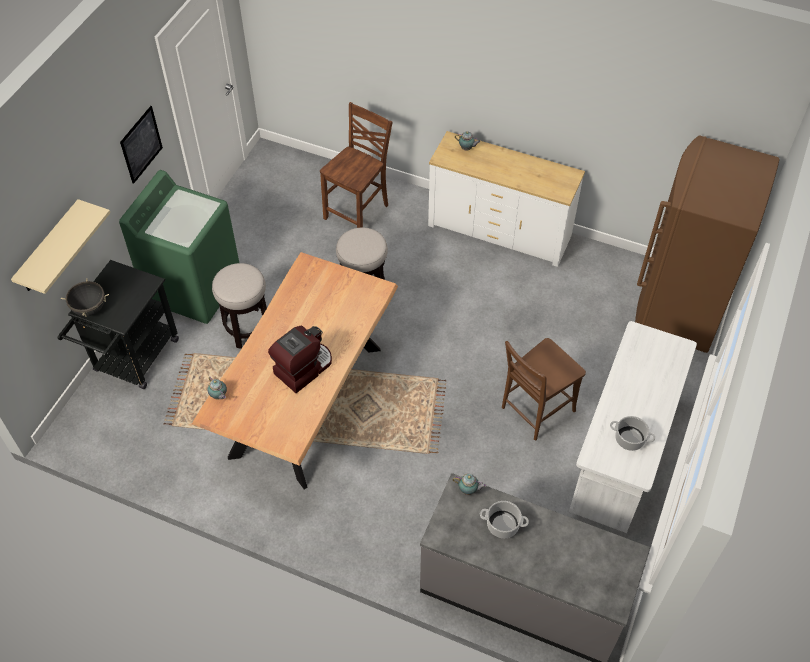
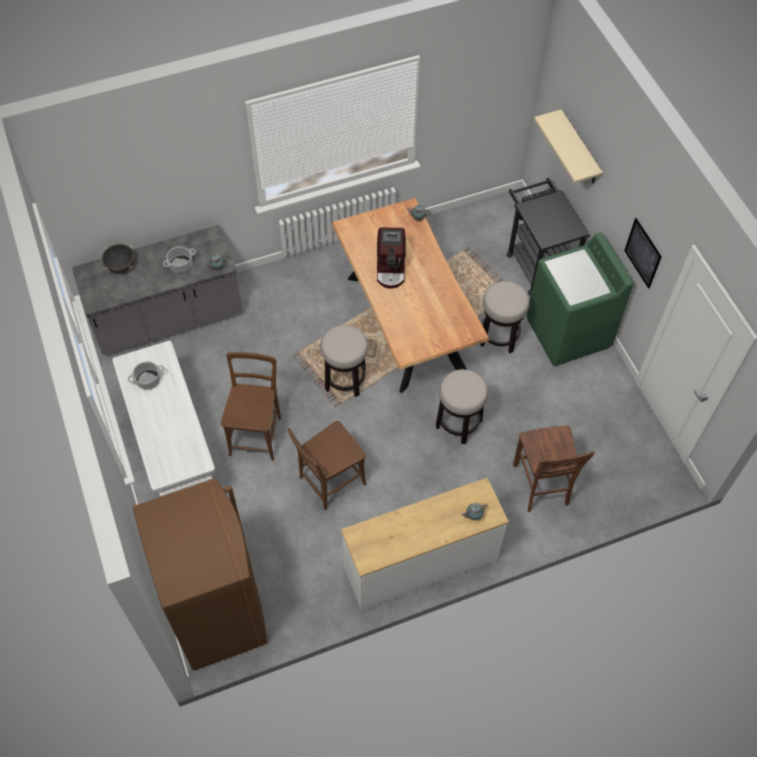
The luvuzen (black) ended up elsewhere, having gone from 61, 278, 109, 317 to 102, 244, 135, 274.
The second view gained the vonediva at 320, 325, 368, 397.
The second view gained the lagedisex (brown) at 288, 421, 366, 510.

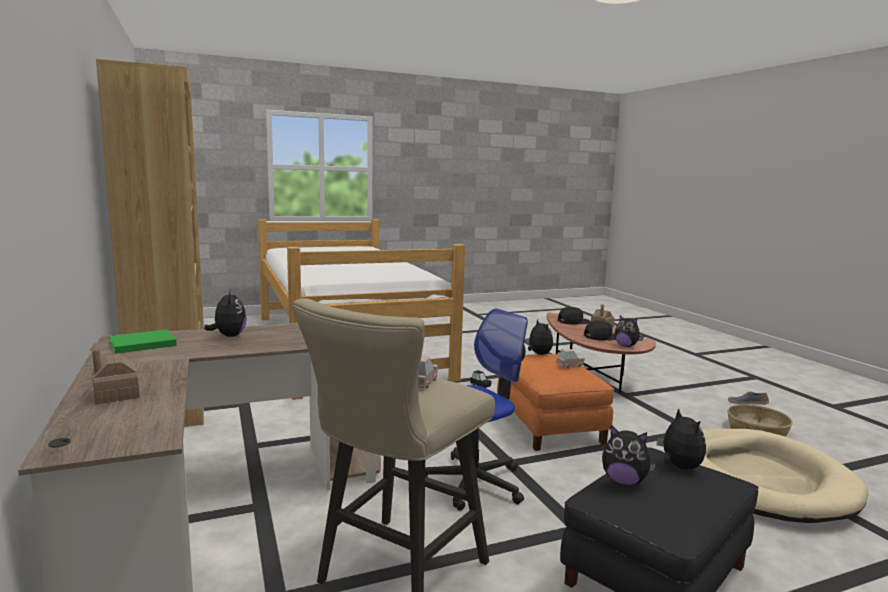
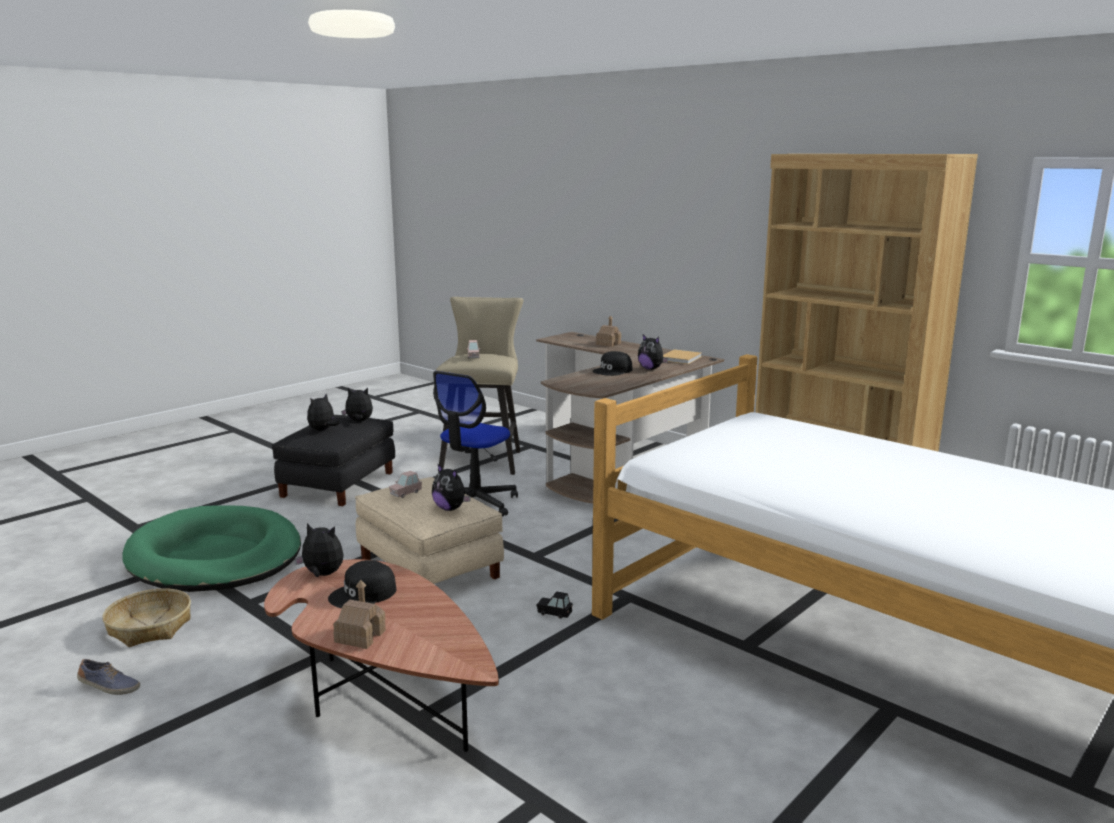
The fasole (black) ended up elsewhere, having gone from 558, 307, 591, 325 to 592, 351, 632, 376.
What was the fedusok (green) at 109, 329, 177, 354 turned into the fedusok (beige) at 663, 349, 702, 364.
What was the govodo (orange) at 497, 354, 614, 451 turned into the govodo (beige) at 355, 477, 504, 584.
The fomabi at 657, 408, 706, 470 ended up facing another way, 75 degrees clockwise from before.
What was the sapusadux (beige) at 700, 429, 869, 523 turned into the sapusadux (green) at 122, 505, 301, 592.

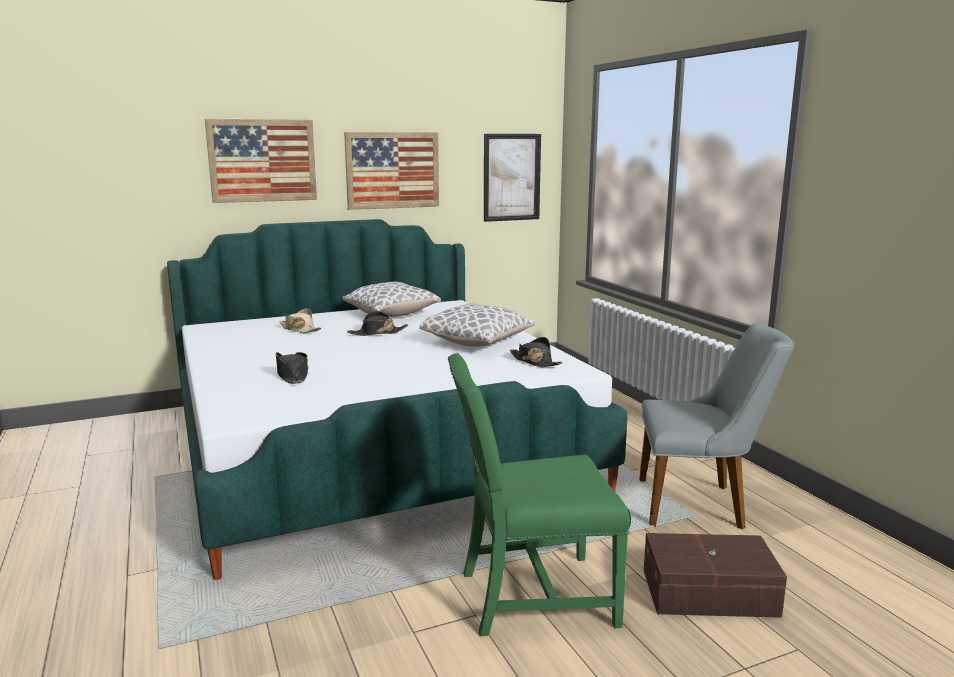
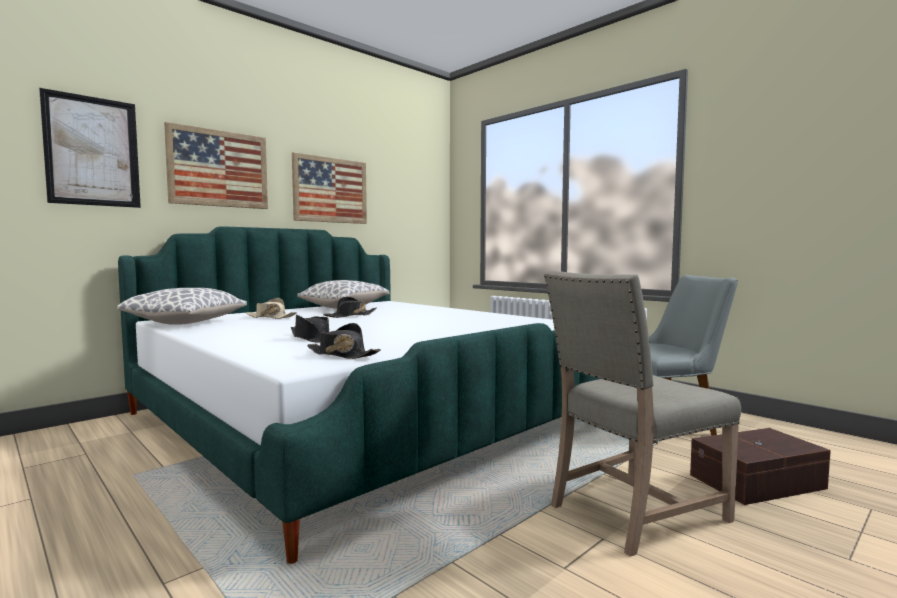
The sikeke ended up elsewhere, having gone from 484, 134, 541, 222 to 39, 88, 141, 208.
The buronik ended up elsewhere, having gone from 420, 303, 535, 347 to 117, 288, 247, 325.
The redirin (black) ended up elsewhere, having gone from 510, 337, 562, 367 to 307, 323, 381, 359.
What was the lagedisex (green) at 448, 353, 631, 636 turned into the lagedisex (beige) at 544, 271, 741, 557.

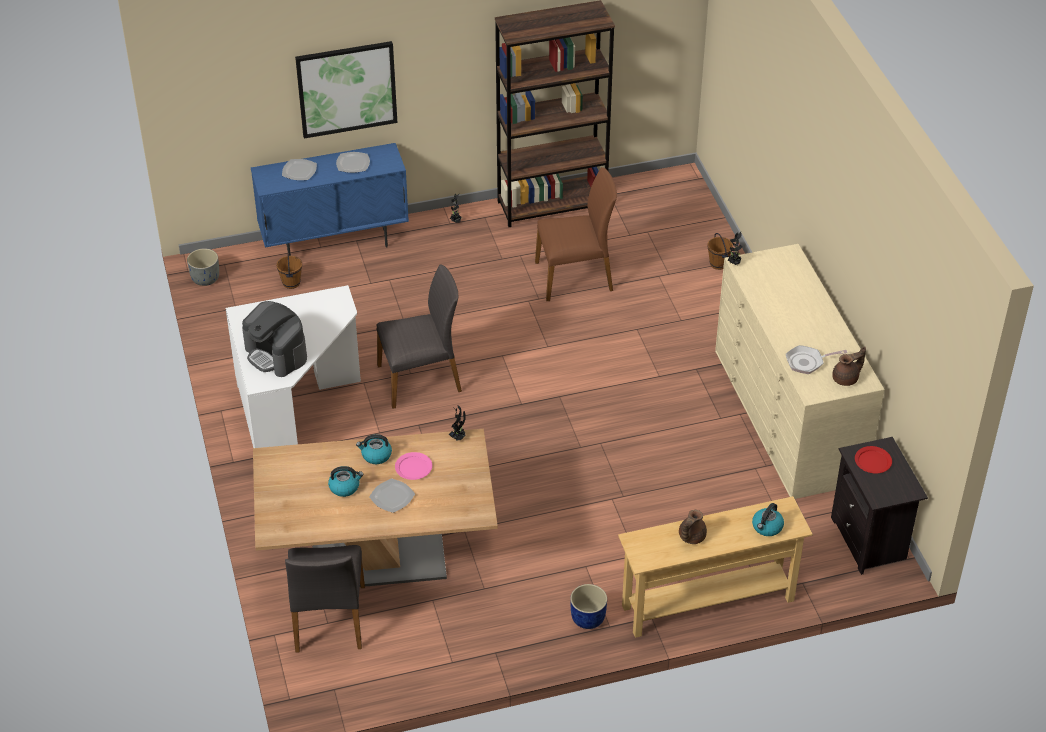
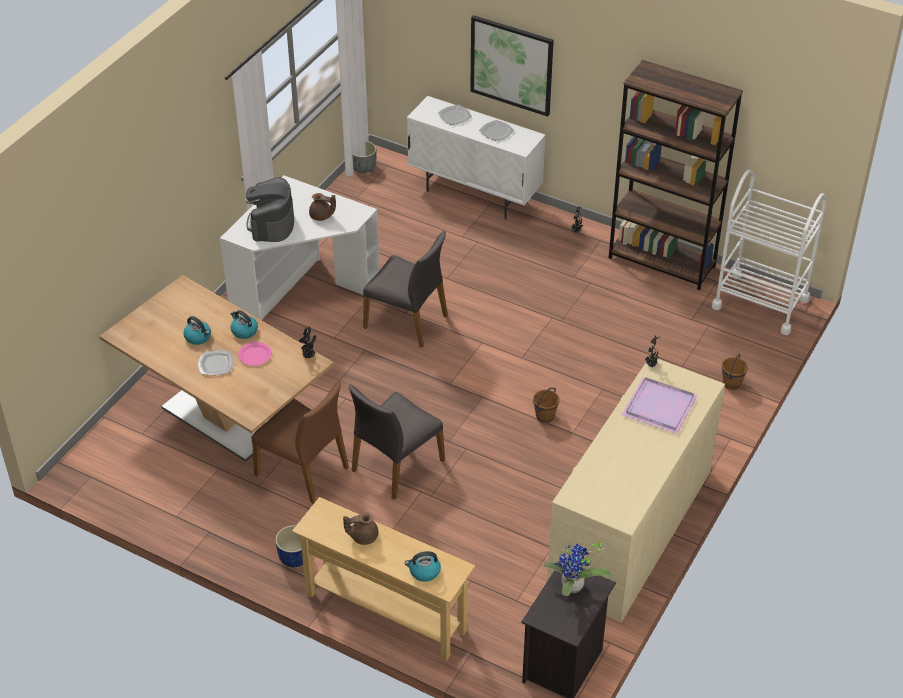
What was the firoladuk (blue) at 251, 143, 409, 256 turned into the firoladuk (white) at 407, 96, 546, 219.
The lagedisex (brown) ended up elsewhere, having gone from 535, 167, 617, 301 to 252, 381, 349, 504.
The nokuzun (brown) ended up elsewhere, having gone from 276, 252, 302, 289 to 533, 388, 559, 423.
The second view lost the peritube at 786, 345, 847, 374.
The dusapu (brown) ended up elsewhere, having gone from 832, 347, 866, 386 to 309, 193, 336, 221.
Where the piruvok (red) stood at 855, 446, 892, 473, the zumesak came to stand at 544, 543, 611, 596.
The lagedisex (grey) ended up elsewhere, having gone from 285, 545, 365, 653 to 349, 384, 445, 500.
The second view gained the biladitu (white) at 712, 170, 827, 335.
The second view gained the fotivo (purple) at 622, 377, 698, 434.

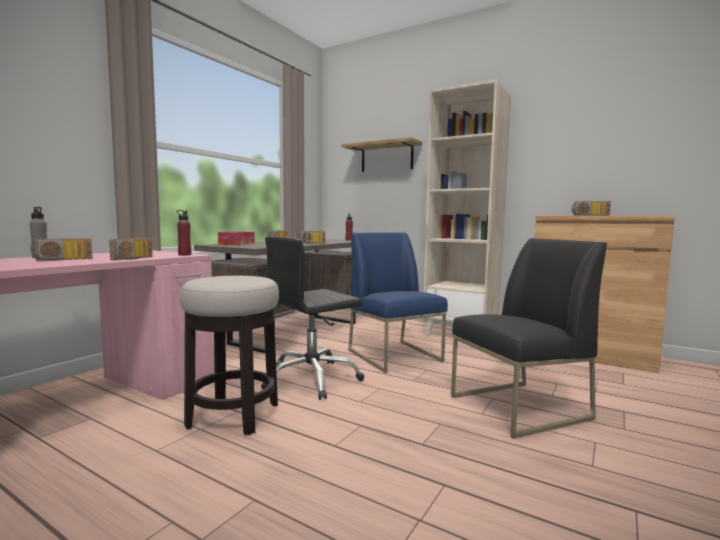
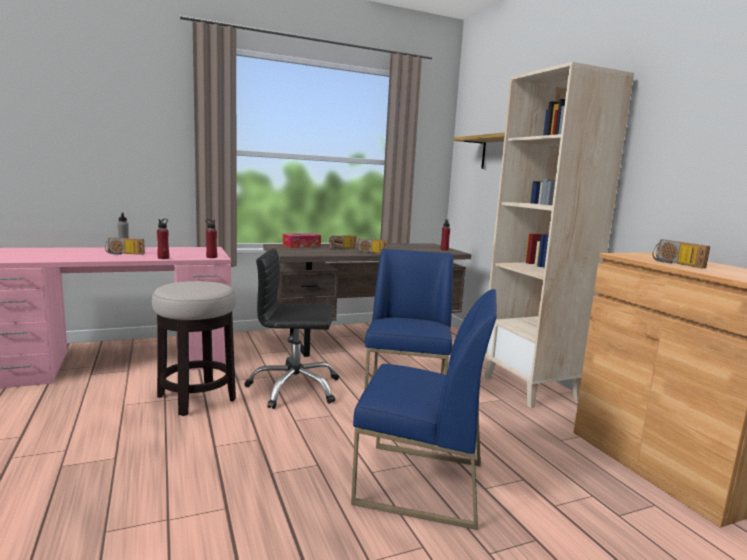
Where the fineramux stood at 109, 238, 153, 260, the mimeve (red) came to stand at 157, 219, 169, 259.
What was the lagedisex (black) at 451, 238, 607, 439 turned into the lagedisex (blue) at 351, 289, 497, 530.

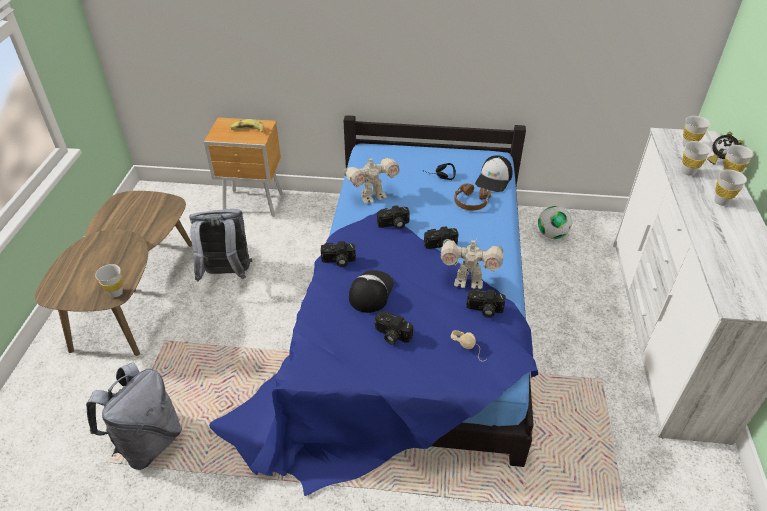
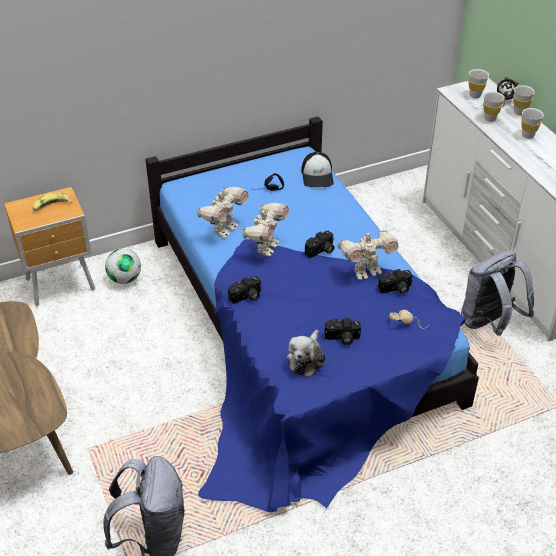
The second view lost the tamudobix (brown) at 454, 183, 491, 210.
Where the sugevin stood at 377, 205, 410, 229, the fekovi came to stand at 241, 203, 289, 256.
The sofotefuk ended up elsewhere, having gone from 538, 206, 572, 239 to 105, 249, 141, 284.
The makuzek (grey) ended up elsewhere, having gone from 189, 209, 252, 282 to 461, 250, 534, 336.
The second view lost the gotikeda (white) at 95, 264, 123, 297.
The second view lost the fasole at 349, 270, 394, 313.
The second view gained the fomabi at 287, 330, 326, 377.

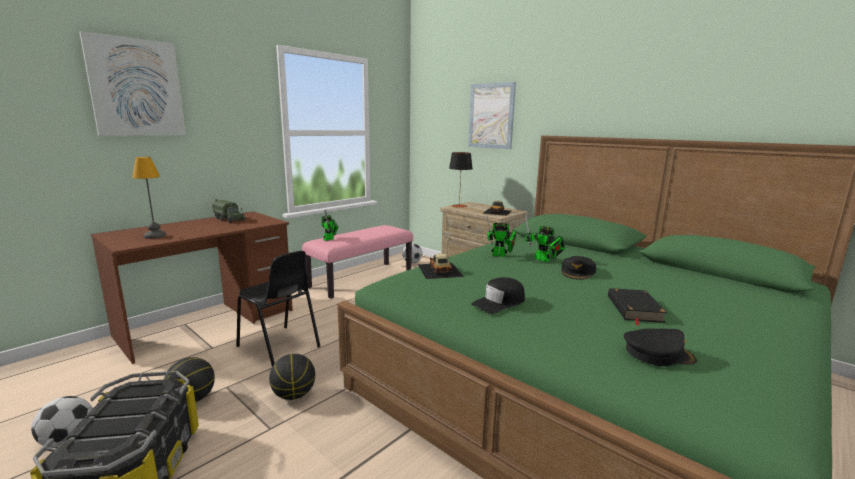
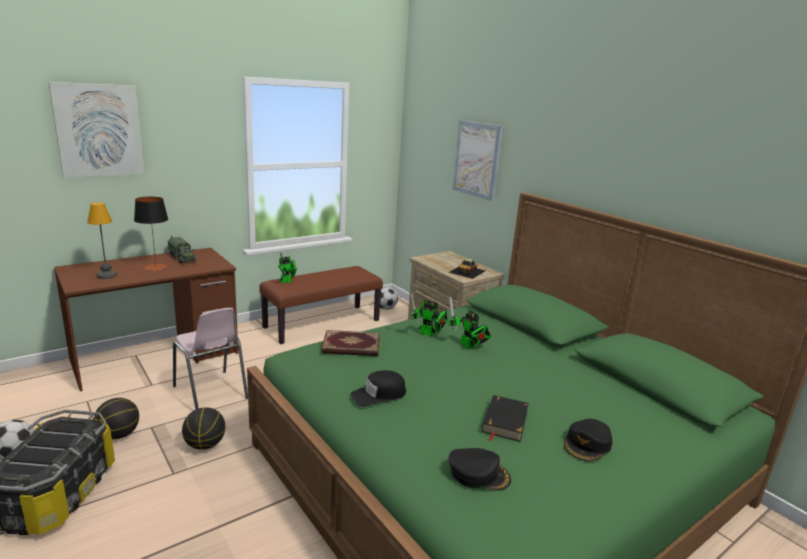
The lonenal ended up elsewhere, having gone from 449, 152, 473, 208 to 134, 196, 168, 271.
What was the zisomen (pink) at 302, 225, 413, 299 turned into the zisomen (brown) at 259, 266, 383, 344.
What was the lagedisex (black) at 236, 251, 321, 367 turned into the lagedisex (pink) at 173, 308, 248, 409.
Where the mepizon stood at 418, 254, 464, 279, the fedusok came to stand at 321, 330, 380, 356.
The fasole (black) ended up elsewhere, having gone from 561, 256, 596, 280 to 564, 419, 613, 461.

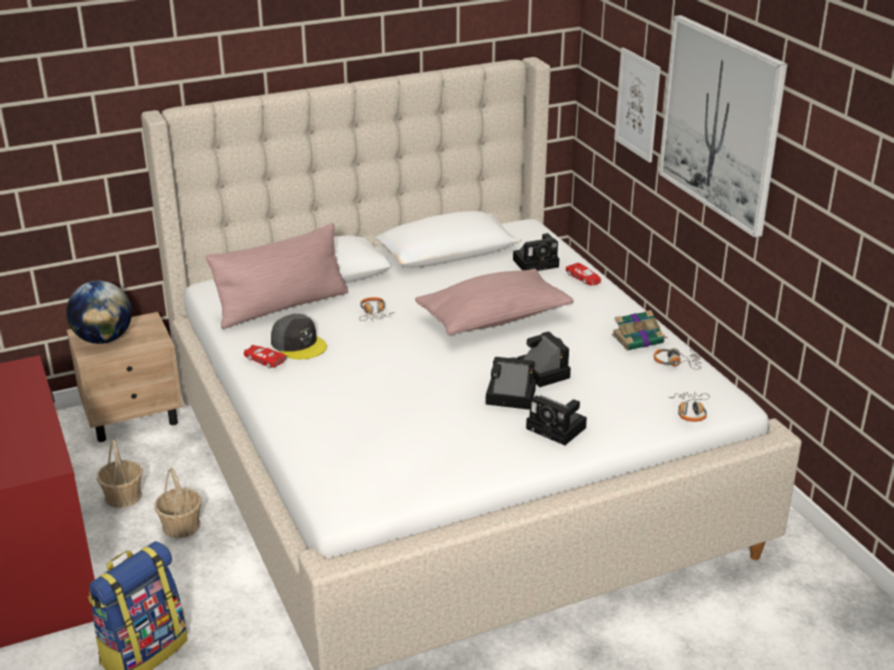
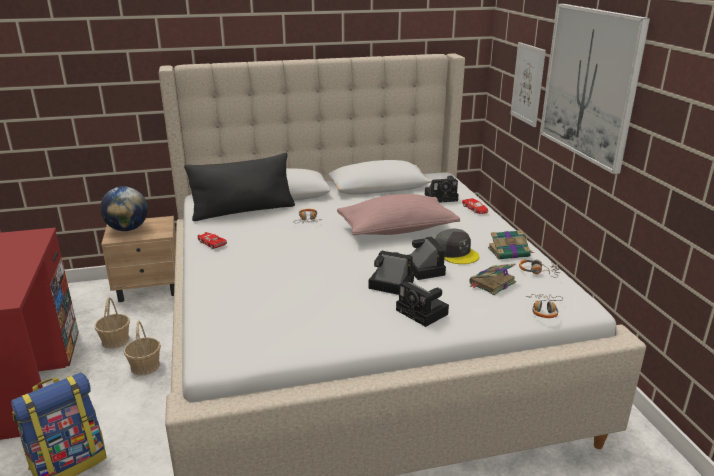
What was the buronik (pink) at 206, 223, 348, 329 turned into the buronik (black) at 184, 153, 295, 221.
The fasole (grey) ended up elsewhere, having gone from 271, 314, 327, 359 to 435, 228, 479, 264.
The second view gained the fedusok at 469, 263, 516, 295.

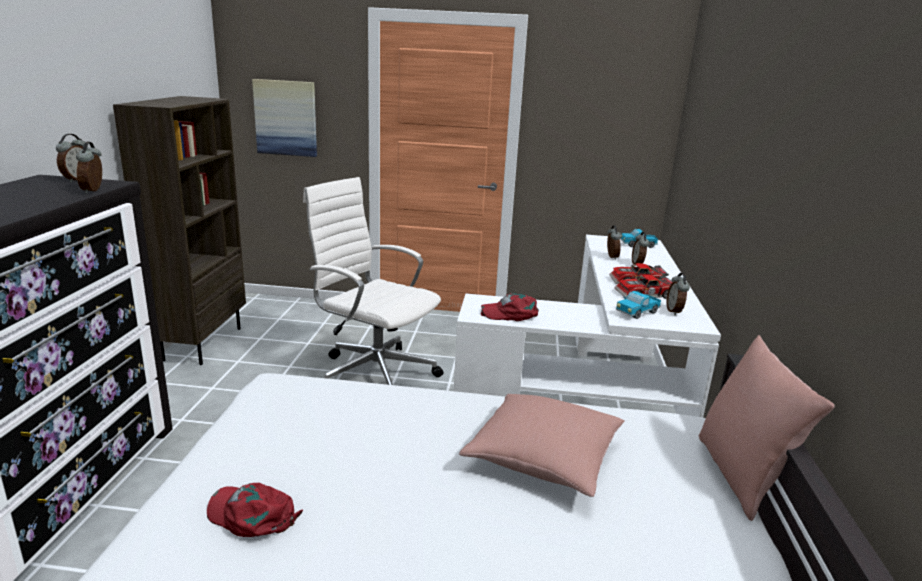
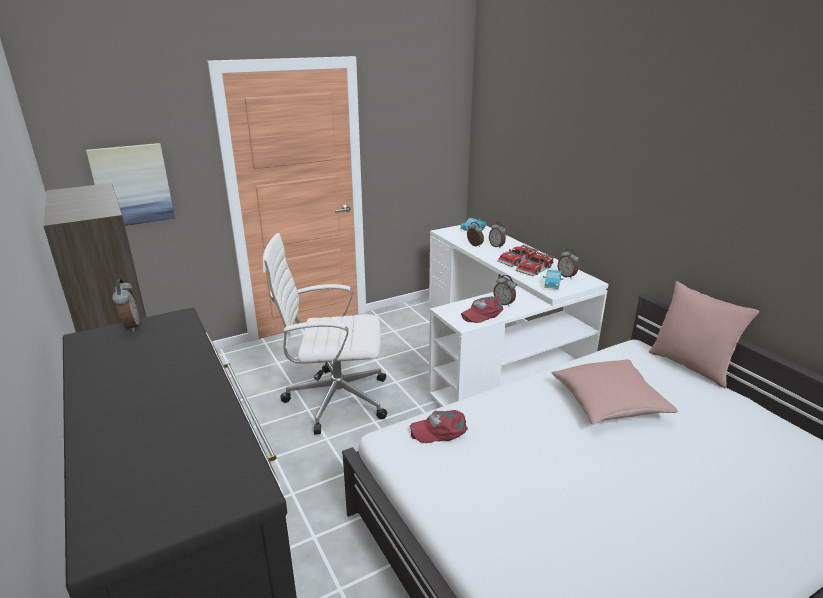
The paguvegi ended up elsewhere, having gone from 76, 142, 102, 193 to 494, 275, 516, 306.
The fasole (red) ended up elsewhere, having gone from 207, 483, 303, 537 to 410, 410, 468, 443.

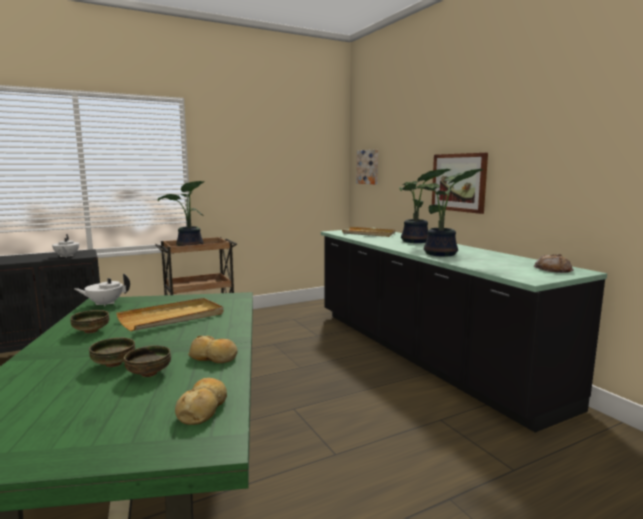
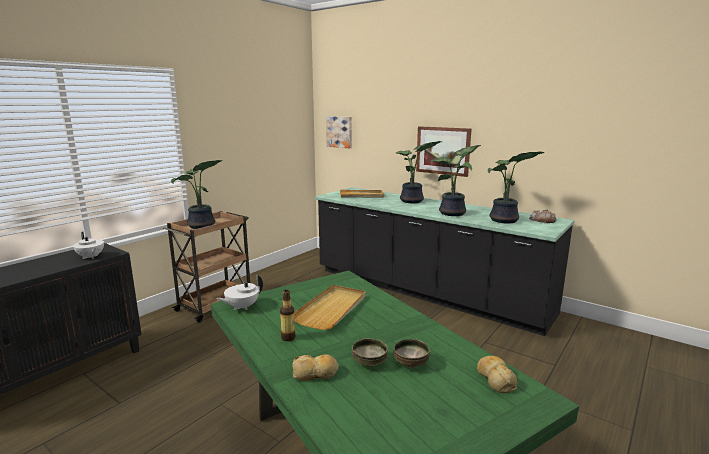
Where the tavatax stood at 70, 310, 109, 333, the mimeve came to stand at 280, 290, 295, 341.
The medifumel ended up elsewhere, having gone from 188, 336, 238, 363 to 292, 354, 338, 381.
The second view gained the zumesak at 488, 152, 545, 223.

